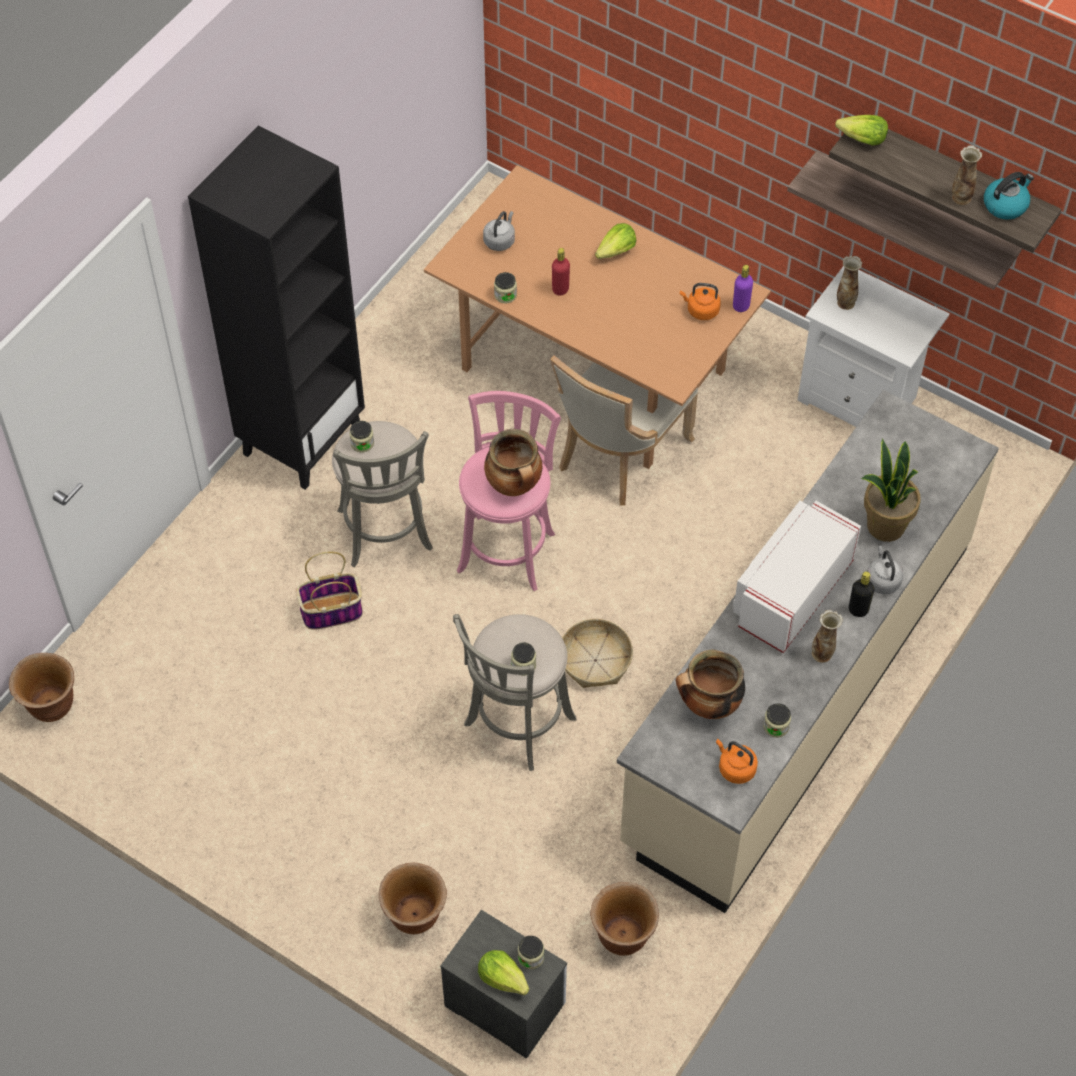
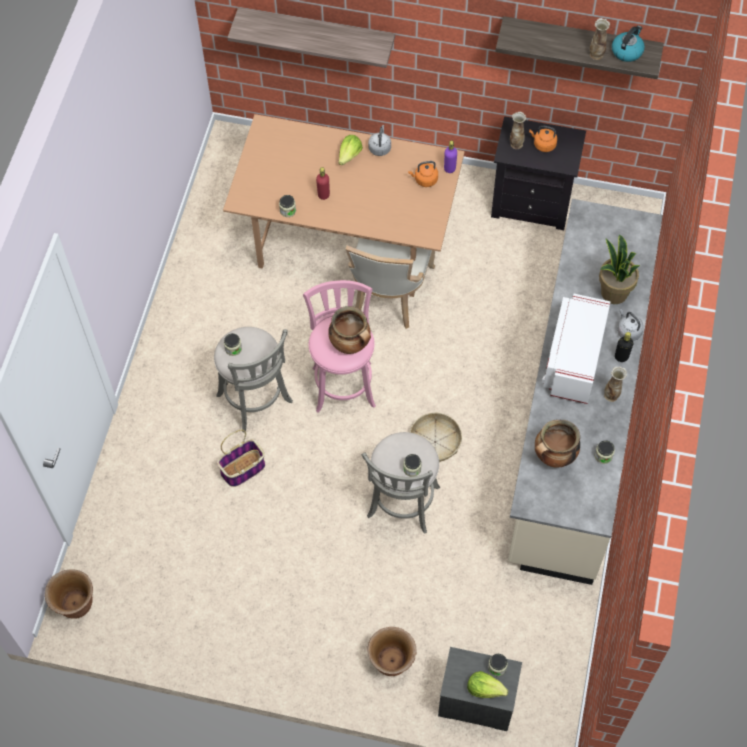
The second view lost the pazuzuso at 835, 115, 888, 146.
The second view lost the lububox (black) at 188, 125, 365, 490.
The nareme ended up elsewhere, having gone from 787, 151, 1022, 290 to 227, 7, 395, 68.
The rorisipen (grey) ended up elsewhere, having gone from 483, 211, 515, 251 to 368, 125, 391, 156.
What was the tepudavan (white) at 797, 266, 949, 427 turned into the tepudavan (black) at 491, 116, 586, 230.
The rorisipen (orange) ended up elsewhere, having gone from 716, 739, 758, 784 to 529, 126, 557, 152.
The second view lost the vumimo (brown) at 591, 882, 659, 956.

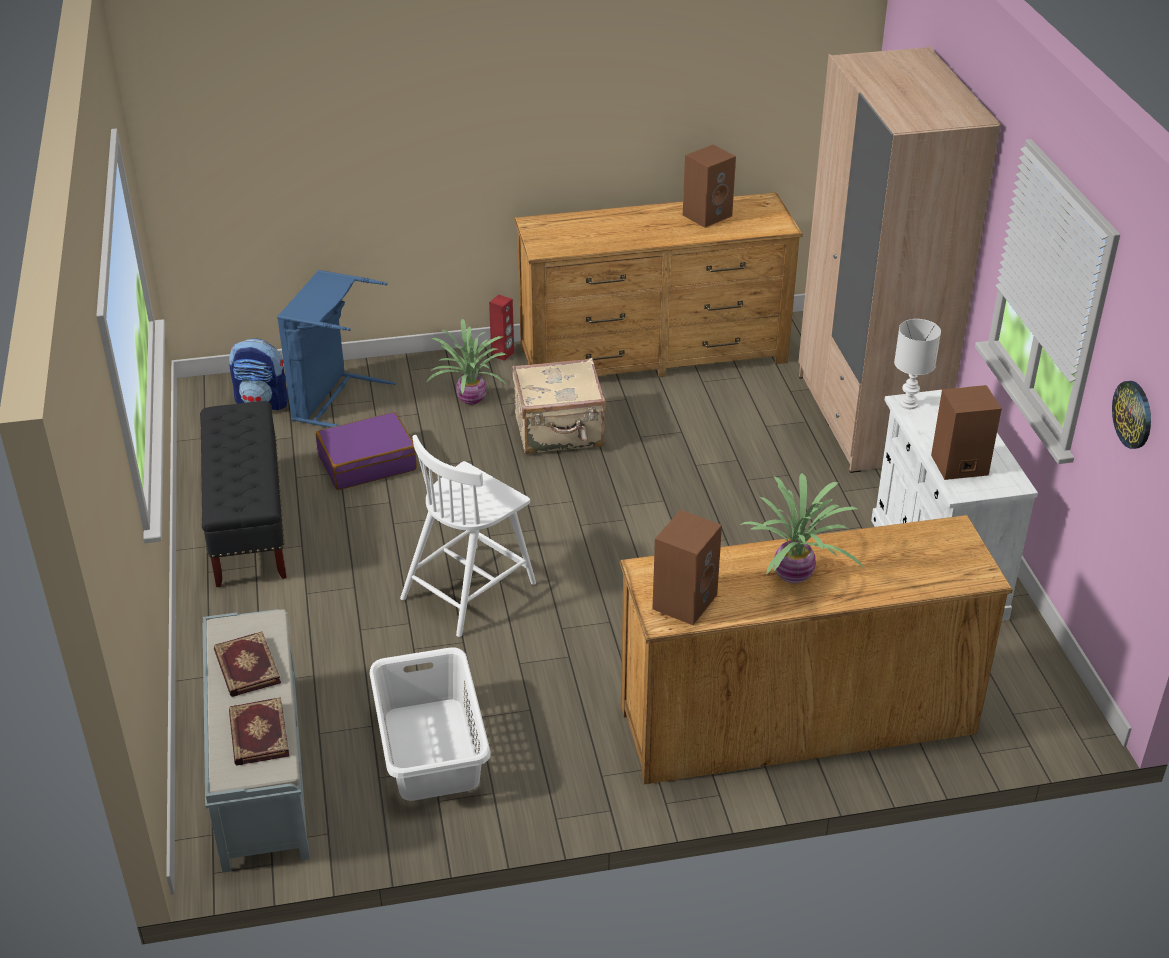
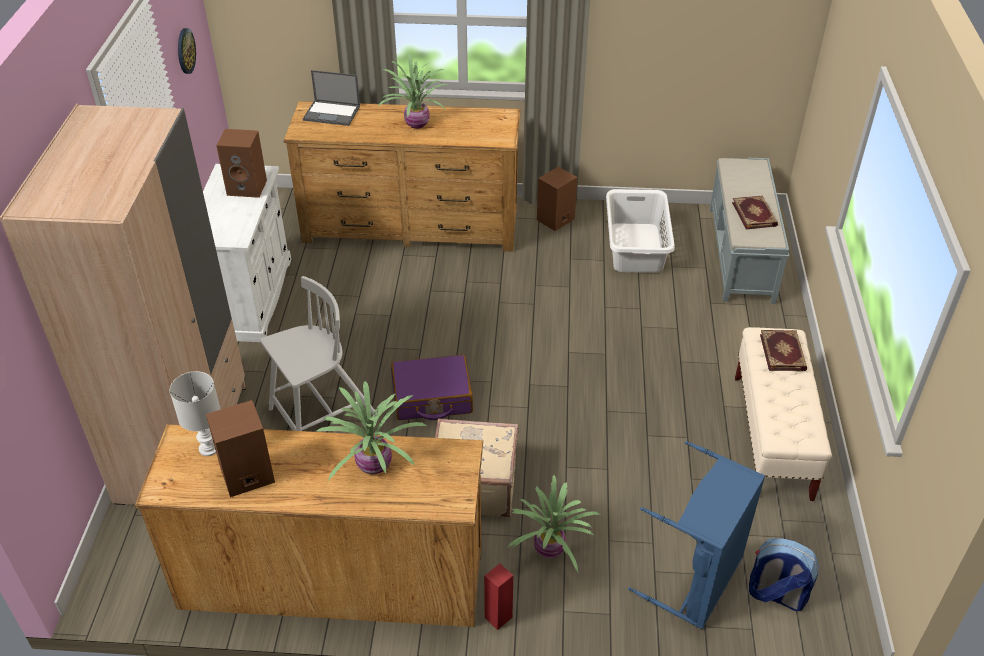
The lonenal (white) ended up elsewhere, having gone from 894, 319, 941, 409 to 170, 371, 221, 456.
What was the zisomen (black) at 200, 401, 287, 587 turned into the zisomen (beige) at 735, 327, 832, 501.
The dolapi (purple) ended up elsewhere, having gone from 315, 412, 417, 490 to 391, 355, 473, 420.
The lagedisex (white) ended up elsewhere, having gone from 400, 435, 536, 637 to 260, 276, 377, 431.
The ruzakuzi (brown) ended up elsewhere, having gone from 652, 510, 722, 625 to 537, 167, 578, 231.
The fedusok ended up elsewhere, having gone from 229, 697, 289, 766 to 760, 330, 807, 371.
The second view gained the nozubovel at 303, 70, 360, 126.
The second view gained the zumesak at 316, 381, 427, 481.

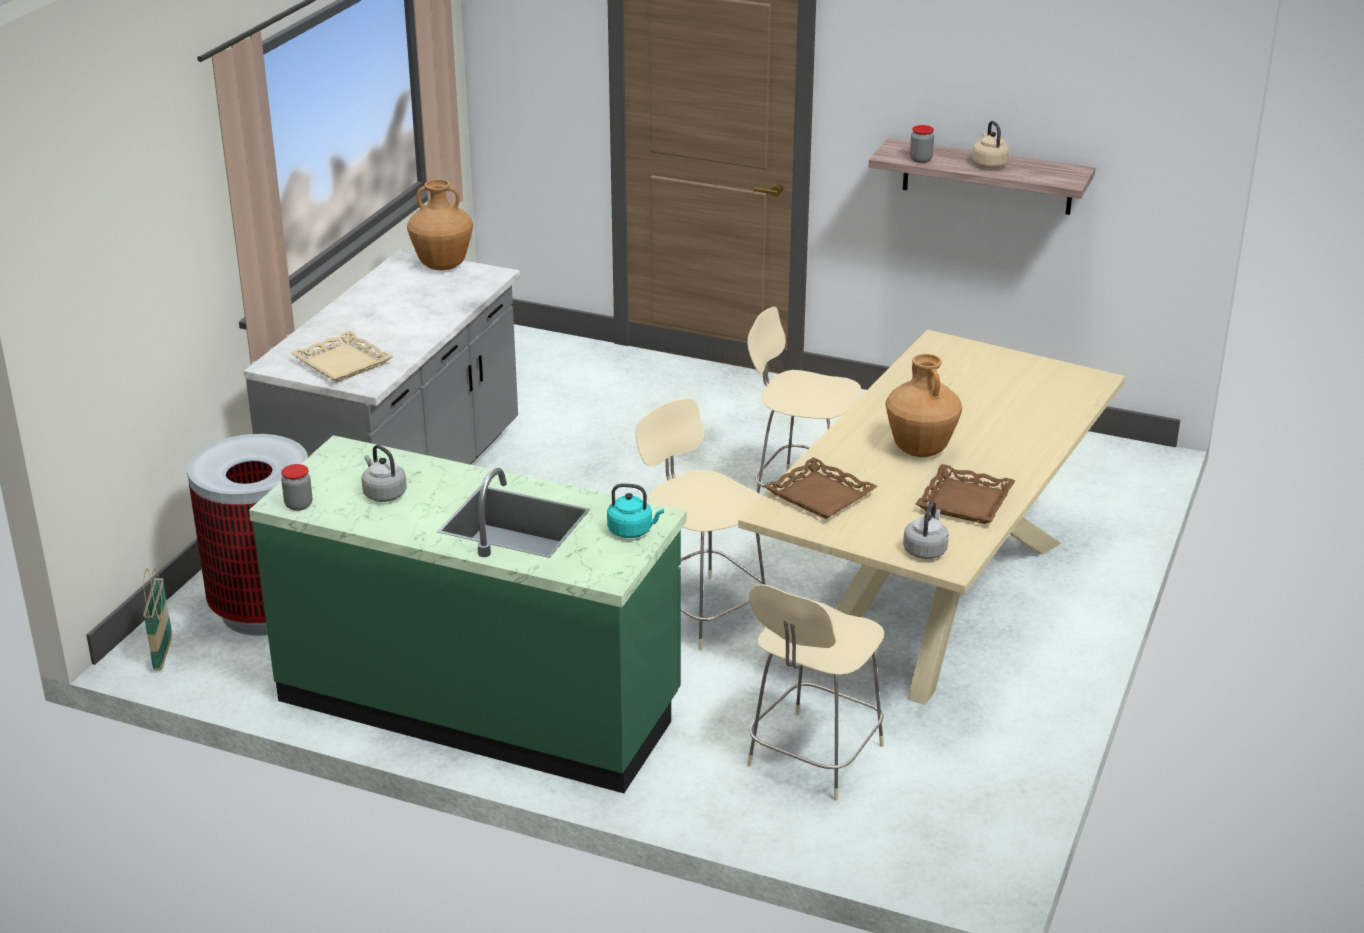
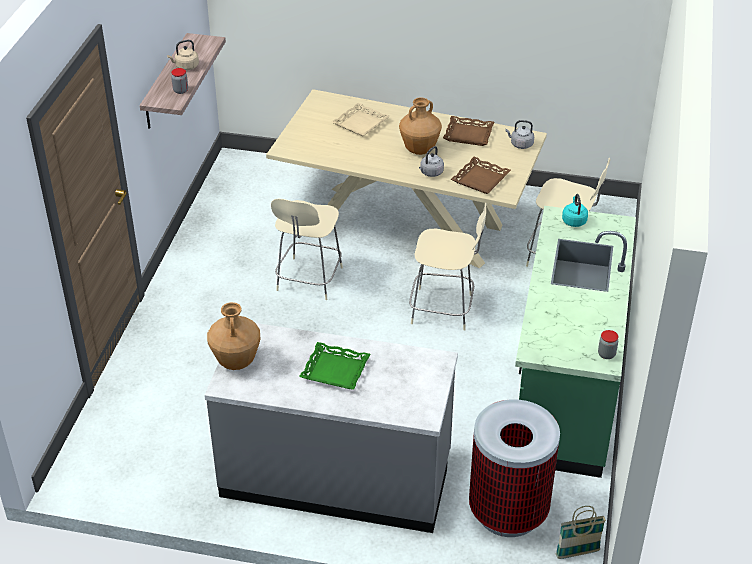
The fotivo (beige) ended up elsewhere, having gone from 290, 330, 393, 382 to 332, 103, 390, 136.
The lagedisex (beige) at 635, 399, 766, 651 ended up facing another way, 120 degrees counterclockwise from before.
The rorisipen (grey) ended up elsewhere, having gone from 361, 445, 407, 502 to 419, 146, 444, 177.
The second view gained the fotivo (green) at 299, 342, 371, 390.

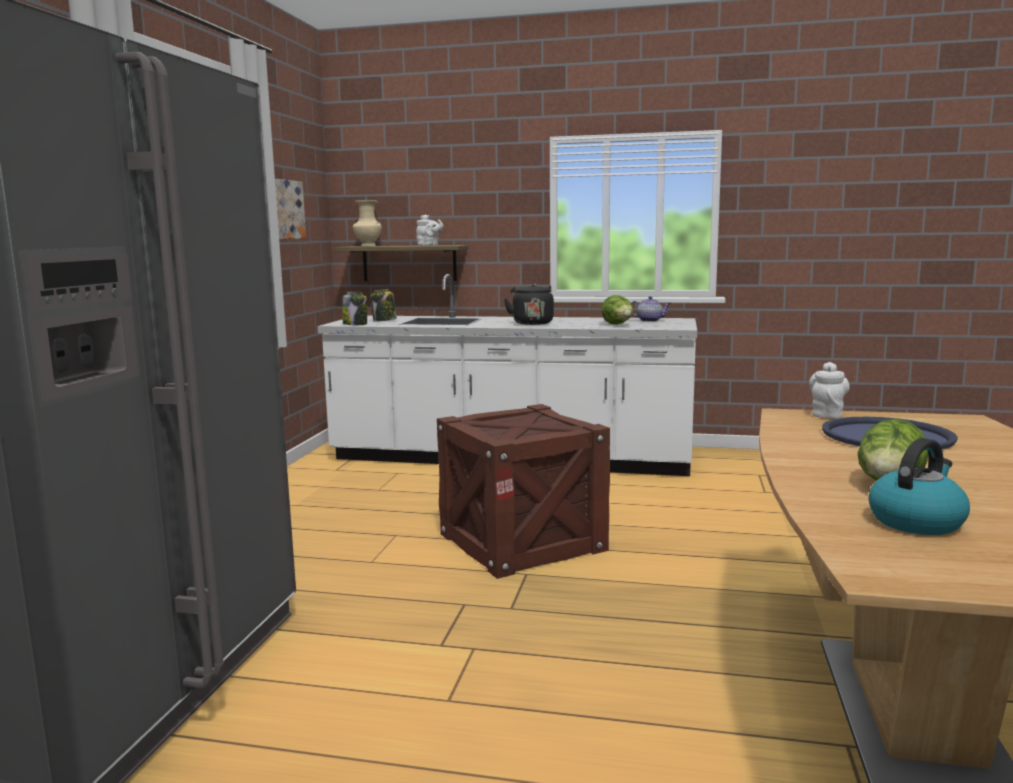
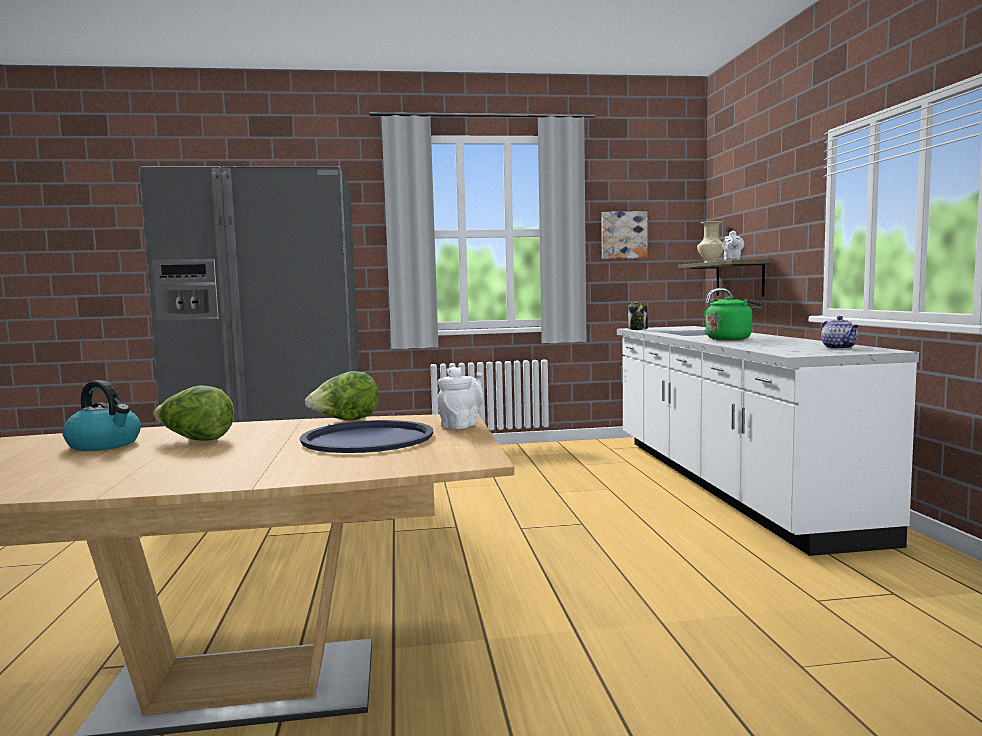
What was the rorisipen (black) at 504, 283, 554, 325 turned into the rorisipen (green) at 704, 296, 762, 340.
The second view lost the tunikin at 371, 289, 397, 322.
The pazuzuso ended up elsewhere, having gone from 601, 295, 633, 325 to 305, 371, 379, 421.
The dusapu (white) at 809, 362, 850, 418 ended up facing another way, 60 degrees counterclockwise from before.
The second view lost the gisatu at 437, 404, 610, 579.

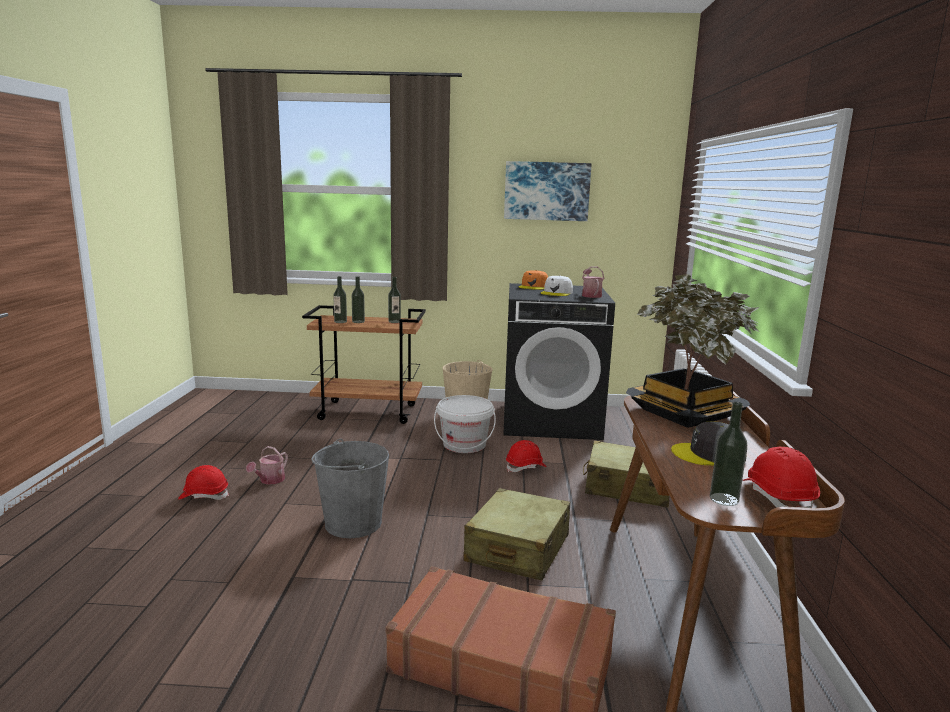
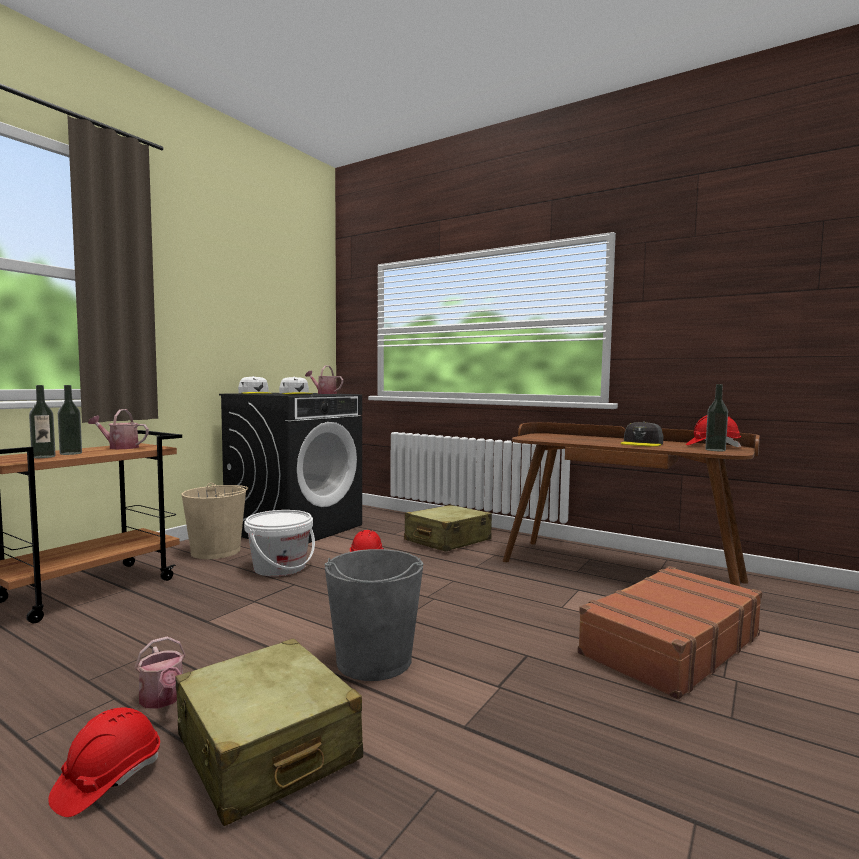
The second view lost the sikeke at 504, 161, 592, 221.
What was the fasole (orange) at 519, 270, 548, 290 turned into the fasole (white) at 238, 376, 272, 394.
The second view lost the zumesak at 626, 274, 759, 428.
Where the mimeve stood at 388, 277, 401, 323, the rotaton came to stand at 88, 409, 149, 449.
The dolapi (beige) ended up elsewhere, having gone from 463, 488, 570, 580 to 175, 638, 363, 826.

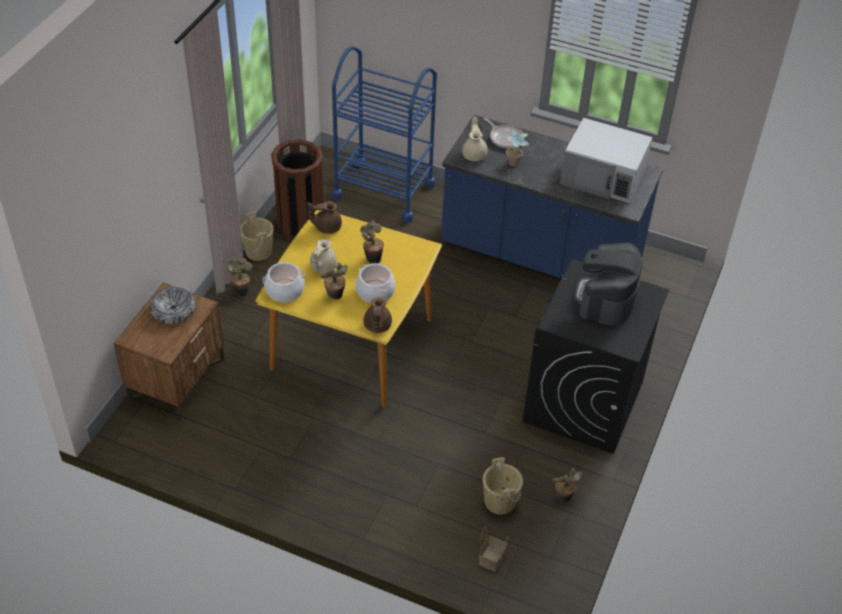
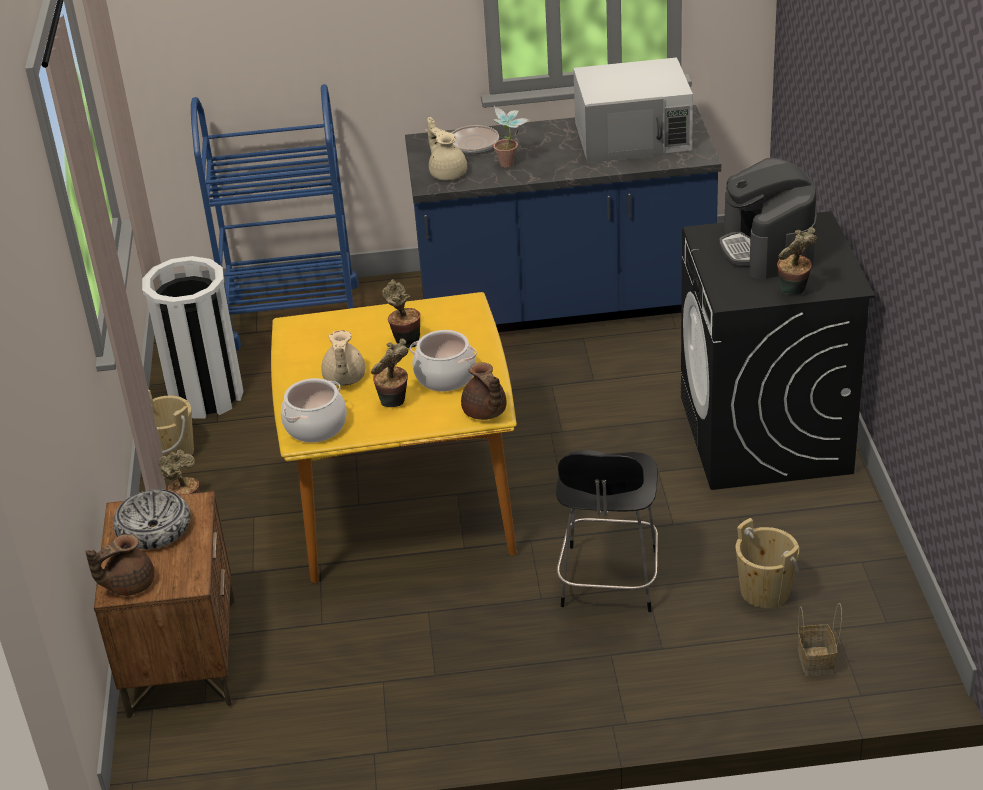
What was the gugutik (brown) at 271, 139, 323, 238 turned into the gugutik (white) at 142, 256, 244, 418.
The dusapu (brown) ended up elsewhere, having gone from 307, 201, 342, 234 to 85, 534, 154, 596.
The zumesak ended up elsewhere, having gone from 552, 468, 582, 502 to 777, 227, 817, 295.
The second view gained the lagedisex (black) at 556, 450, 658, 612.

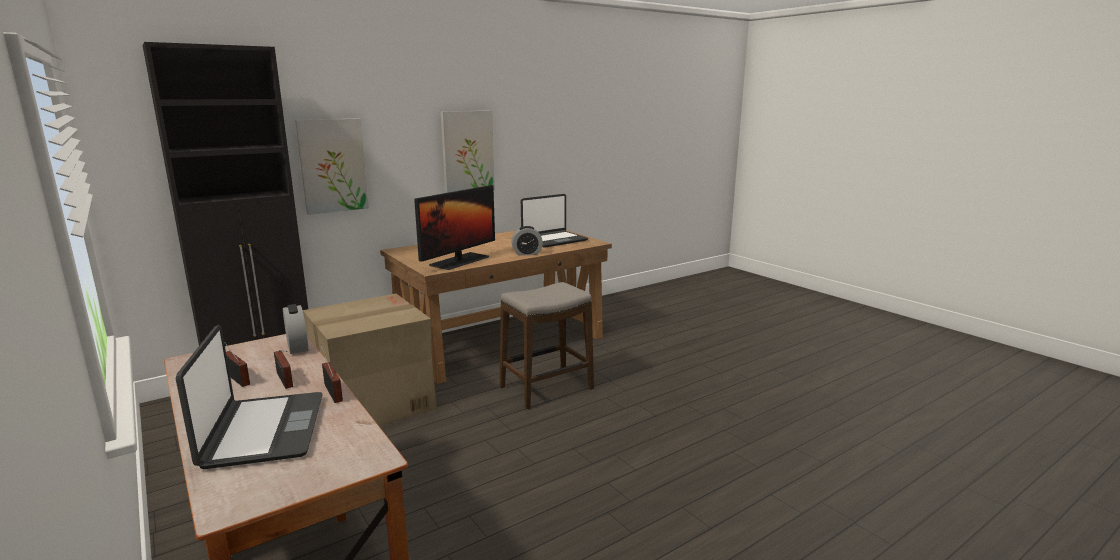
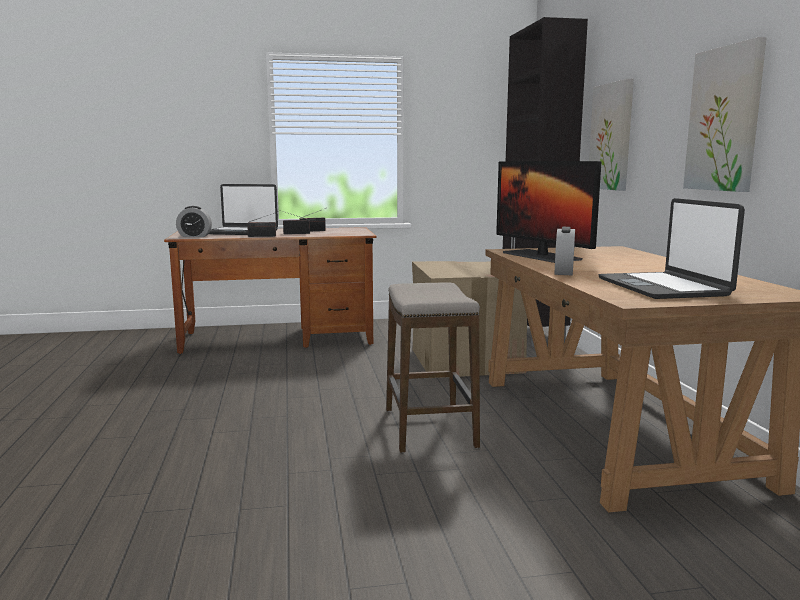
The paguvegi ended up elsewhere, having gone from 283, 304, 308, 354 to 176, 206, 212, 237.

